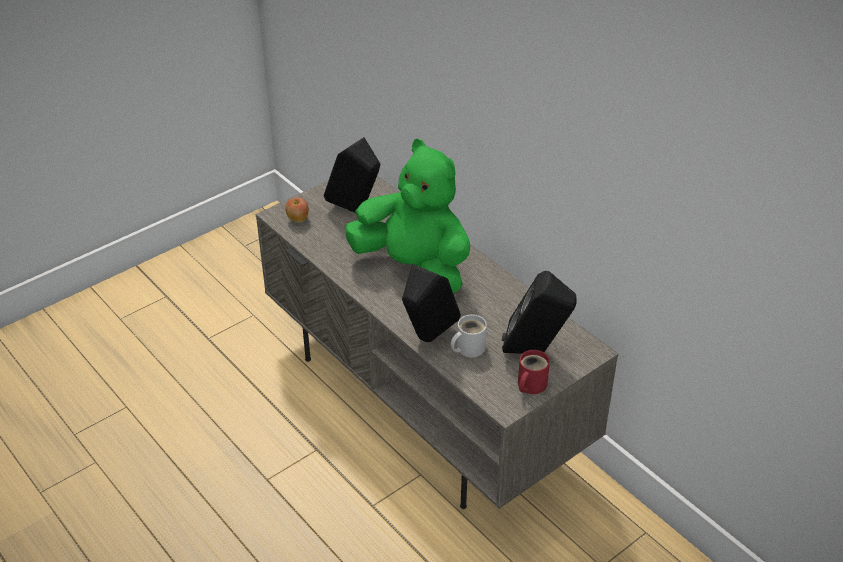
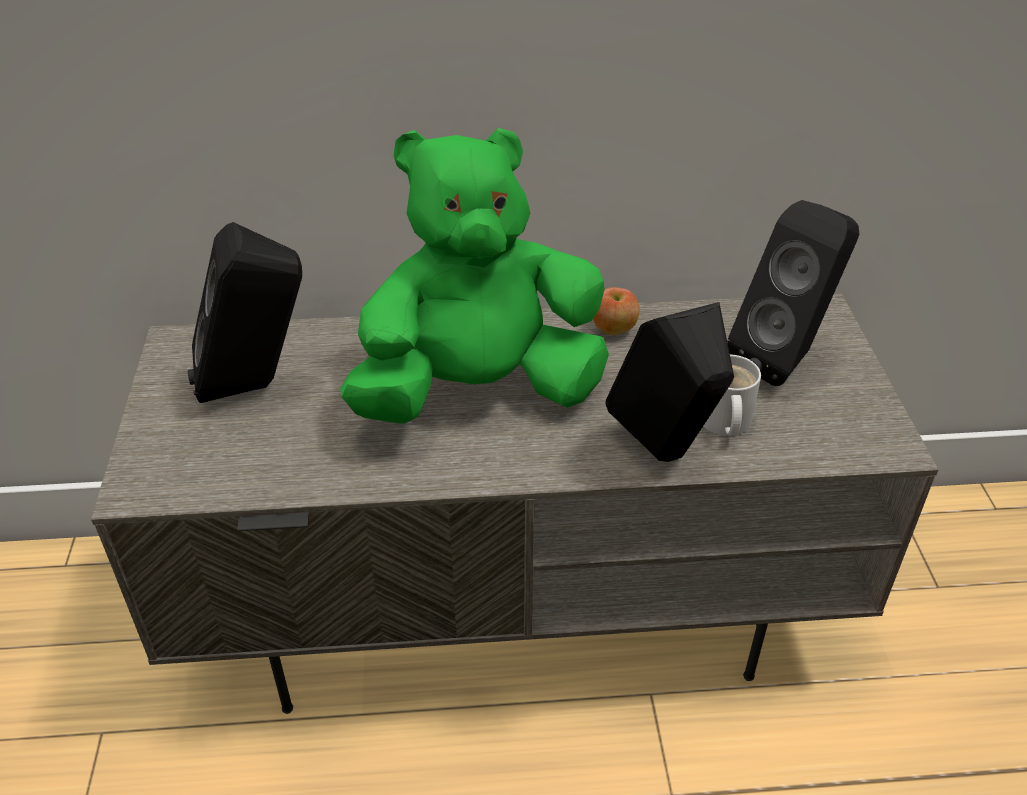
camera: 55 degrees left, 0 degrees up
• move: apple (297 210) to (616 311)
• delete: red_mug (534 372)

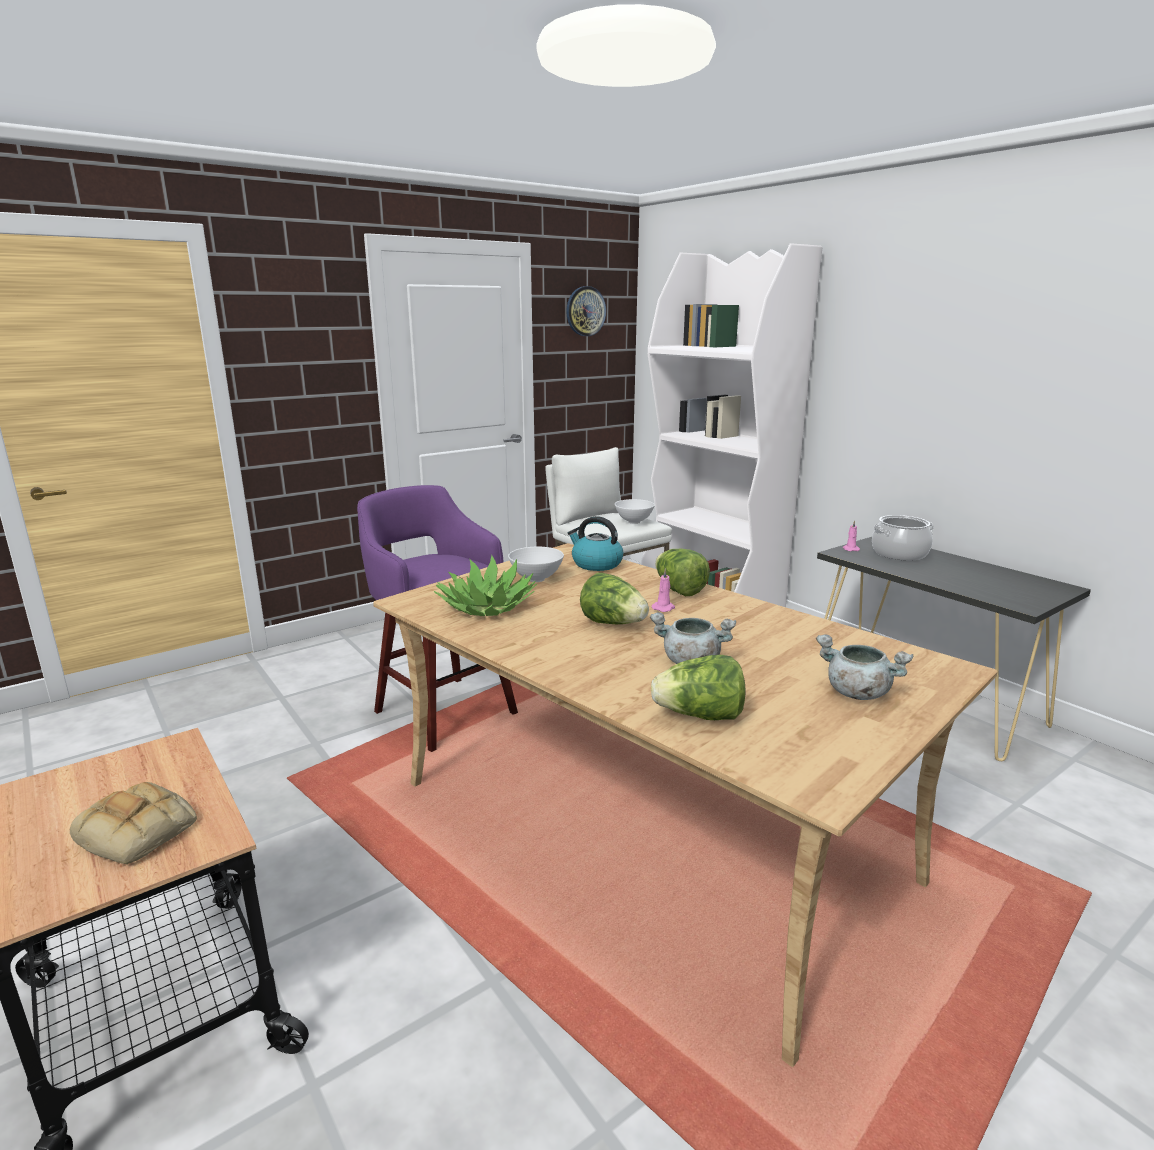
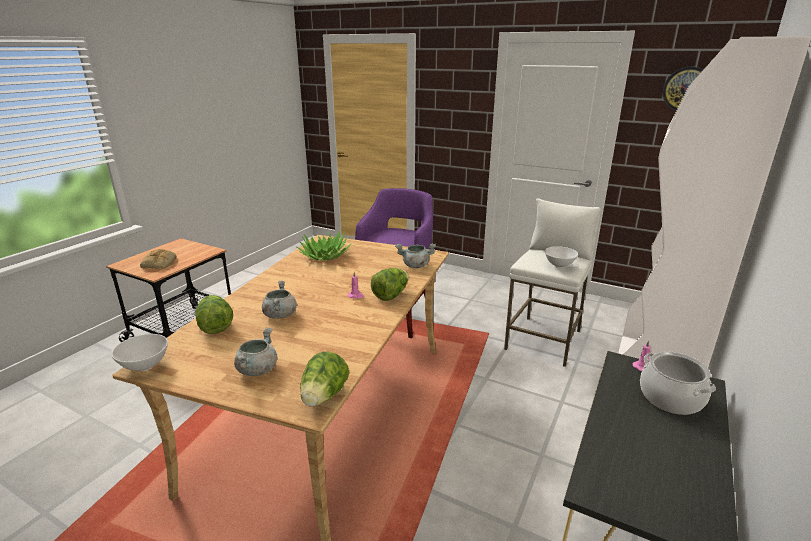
camera: 65 degrees right, 5 degrees up
• replace: kettle (595 543) to grey_cooking_pot (415 256)
• move: white_bowl (536 564) to (139 352)
• move: lettuce (614 598) to (324 379)

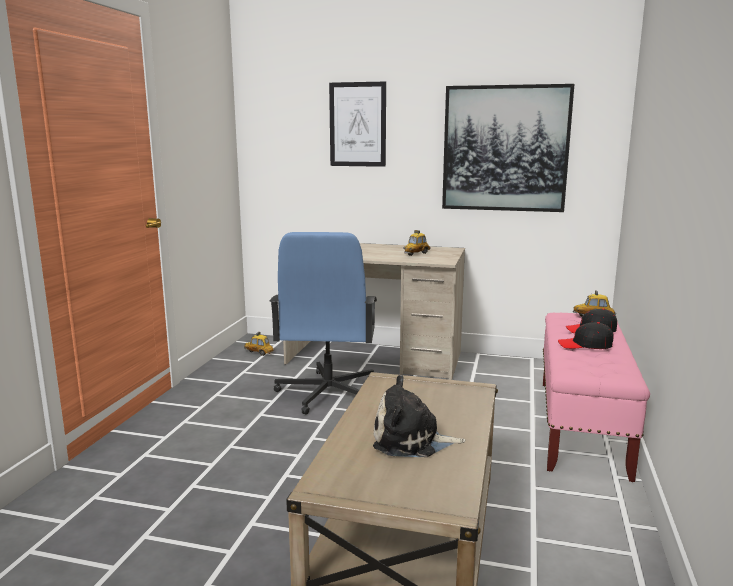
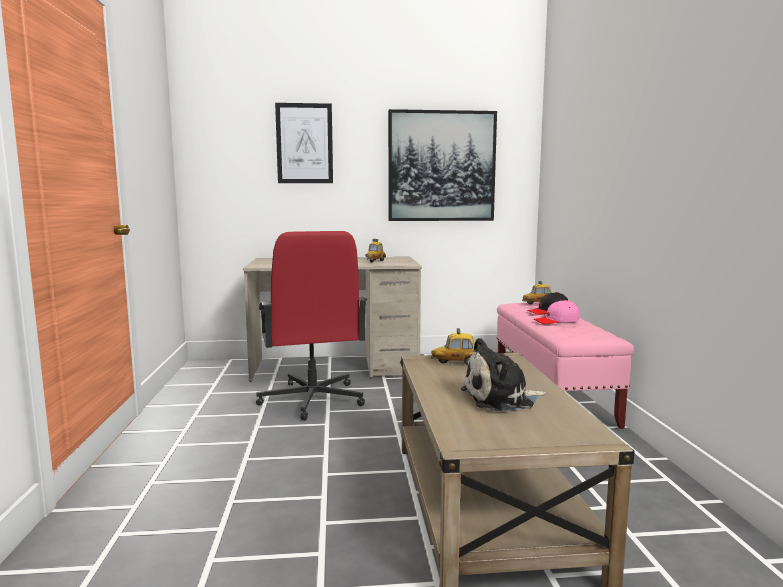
camera: 20 degrees left, 5 degrees down
• recolor: blue_office_chair (323 323) to red_office_chair (311 325)
• recolor: black_cap (586 335) to pink_cap (556 312)
• move: toy_car (259 344) to (453 346)

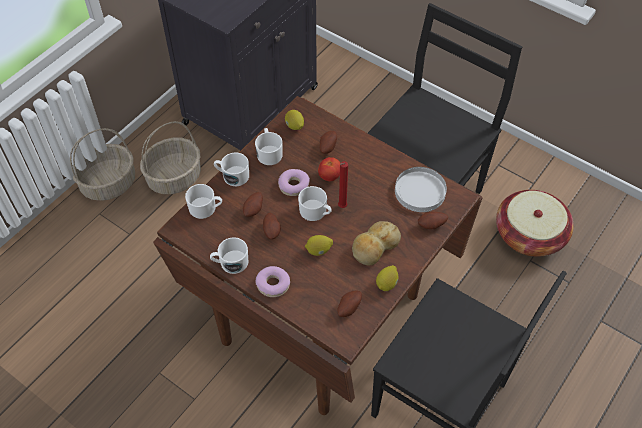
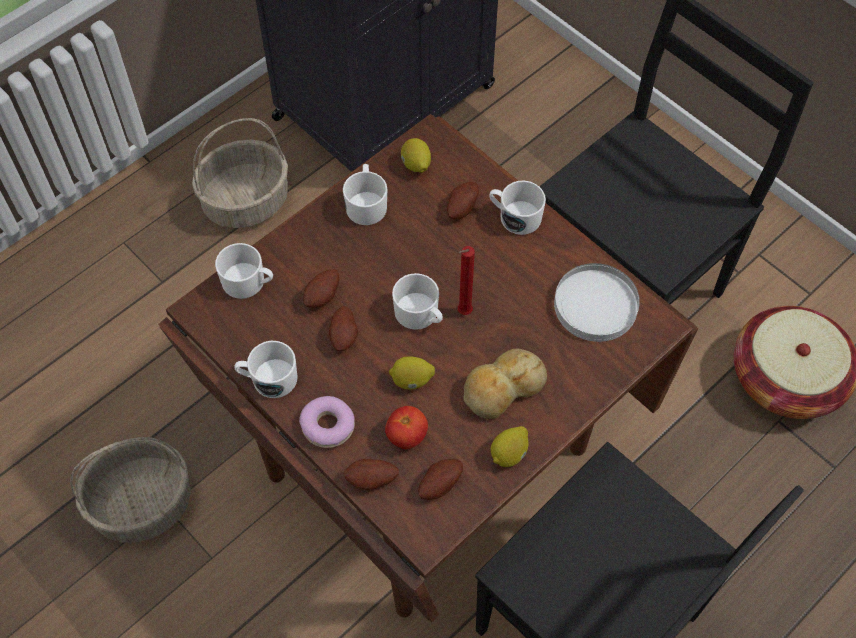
camera: 10 degrees right, 5 degrees up
• move: basket (102 164) to (130 490)
• move: white_mug (231 169) to (517 208)
• move: tomato (329 169) to (406 427)
• delete: donut (294 182)
• move: potato (433 220) to (371 474)

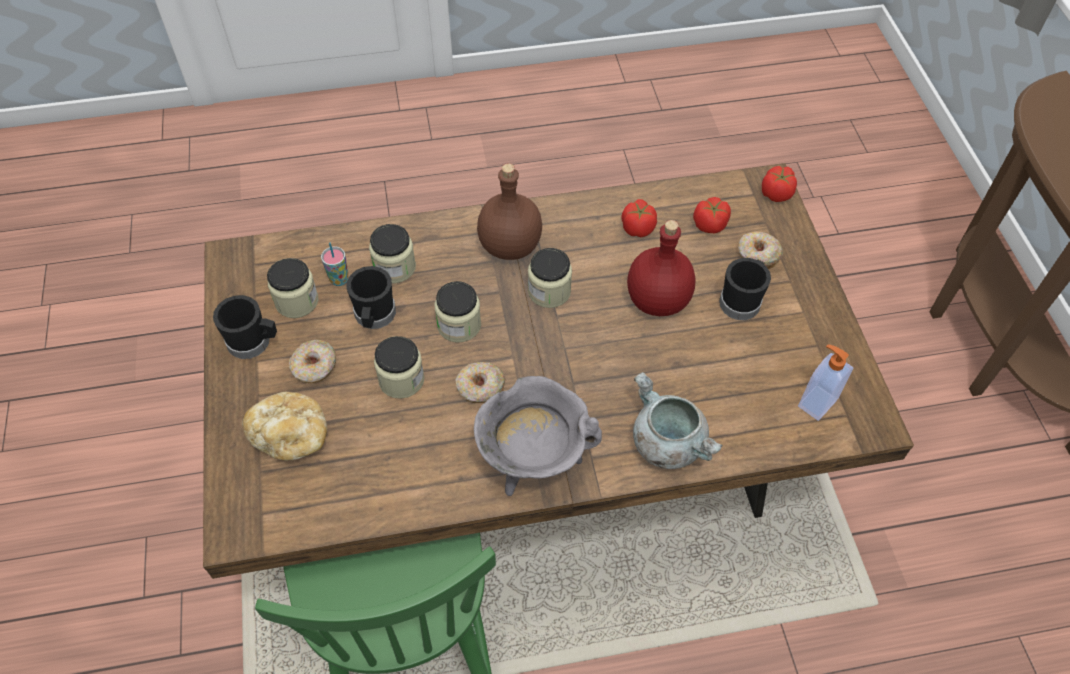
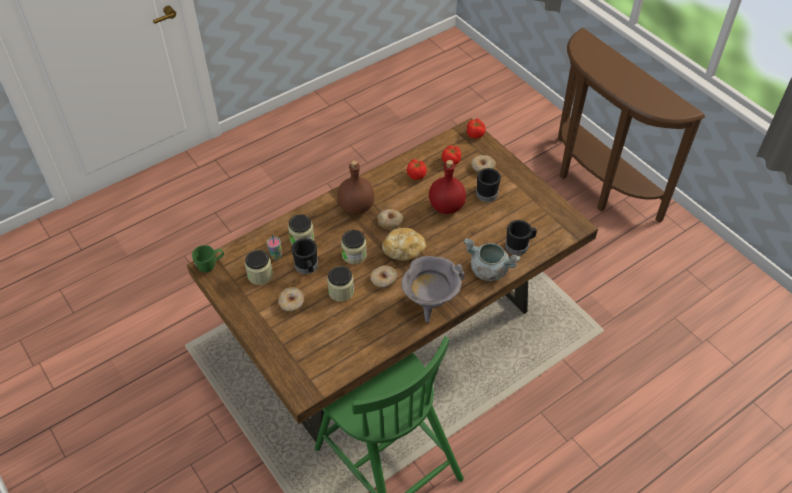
camera: 25 degrees left, 5 degrees down
• replace: jar (550 278) to donut (390 219)
• move: black_mug (245 327) to (521 237)
• delete: soap_dispenser (825 382)
• move: bread (284 426) to (404 244)
• insert: green_mug (208 259)

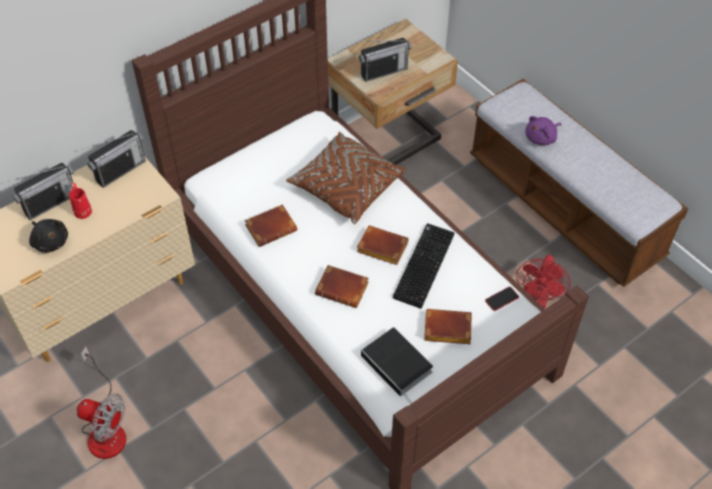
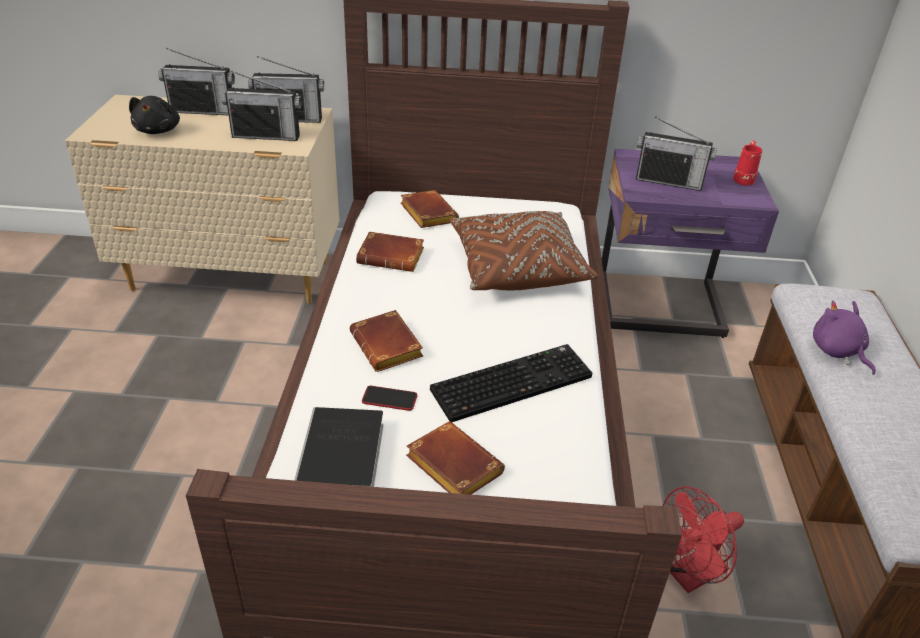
camera: 40 degrees right, 15 degrees down
• recolor: beige_nightstand (393 92) to purple_nightstand (690 243)
• rotate: purple_plush_toy (543 130) = (844 337) 60 degrees clockwise
• move: red_mug (80 201) to (747 163)
• move: brown_book (383 245) to (429 209)
• move: phone (502 299) to (389 398)
• delete: fan (101 402)
• insert: radio (261 105)

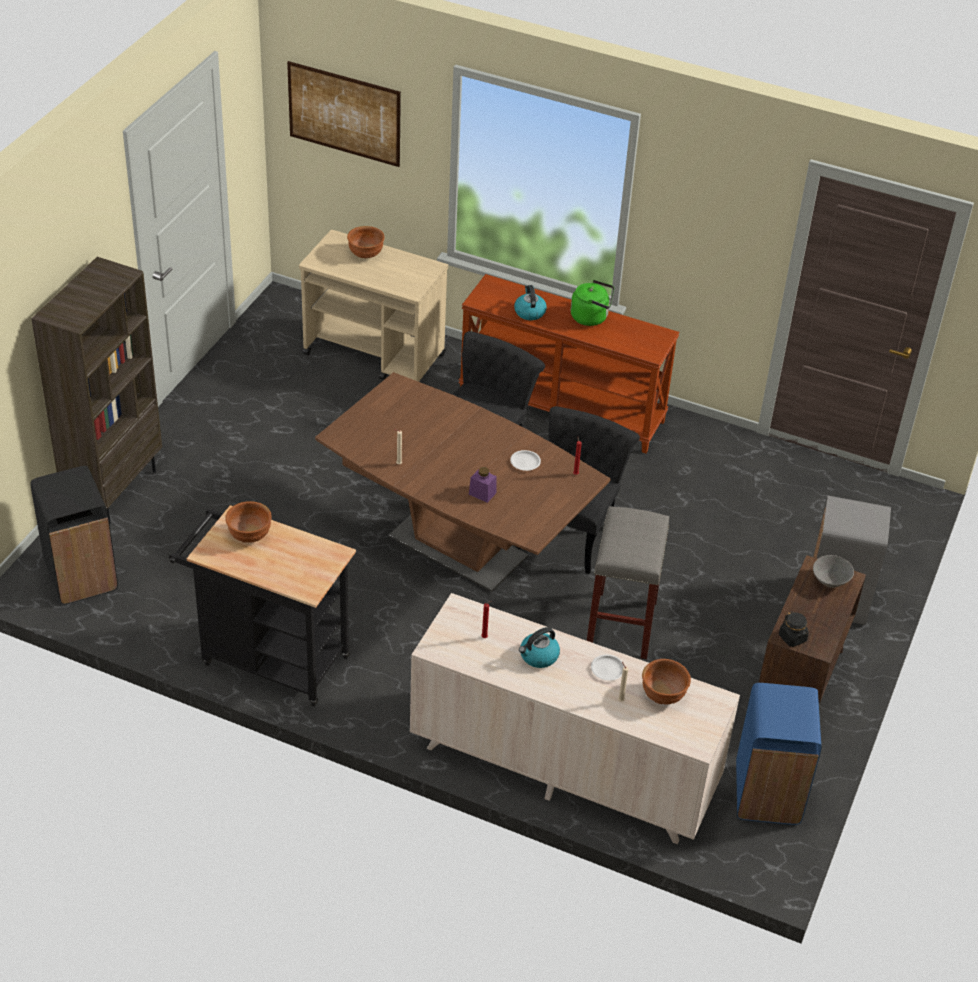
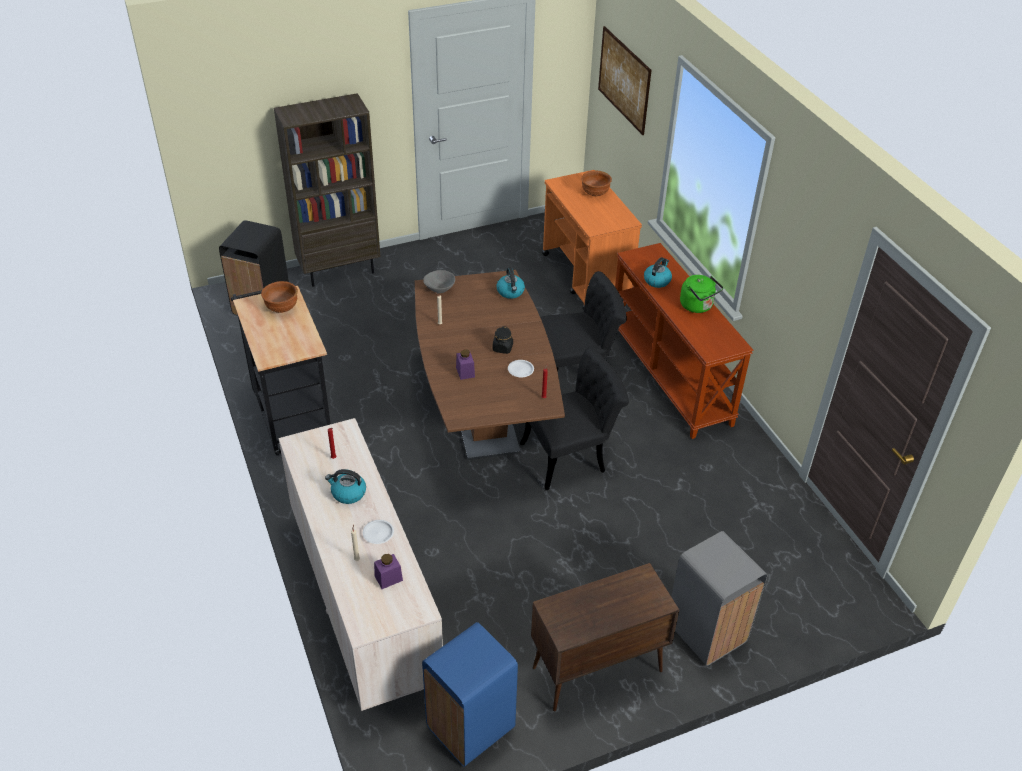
camera: 45 degrees right, 0 degrees up
• recolor: beige_cart (373 306) to orange_cart (592 240)
• delete: grey_stool (628 582)
• move: grey_bowl (833 571) to (439 281)
• move: black_jar (794 629) to (503 340)
• replace: brown_bowl (666 681) to purple_jar (388 571)
• insert: kettle (511 283)

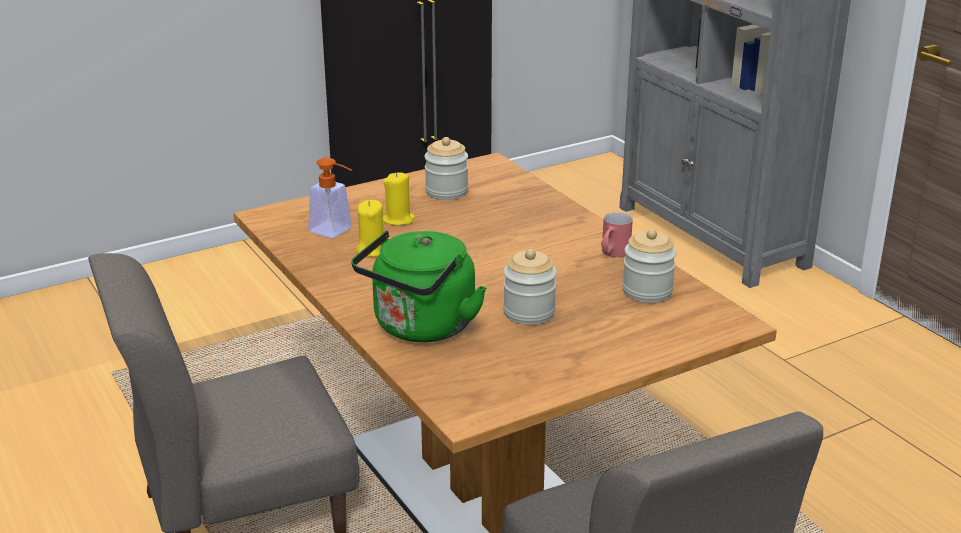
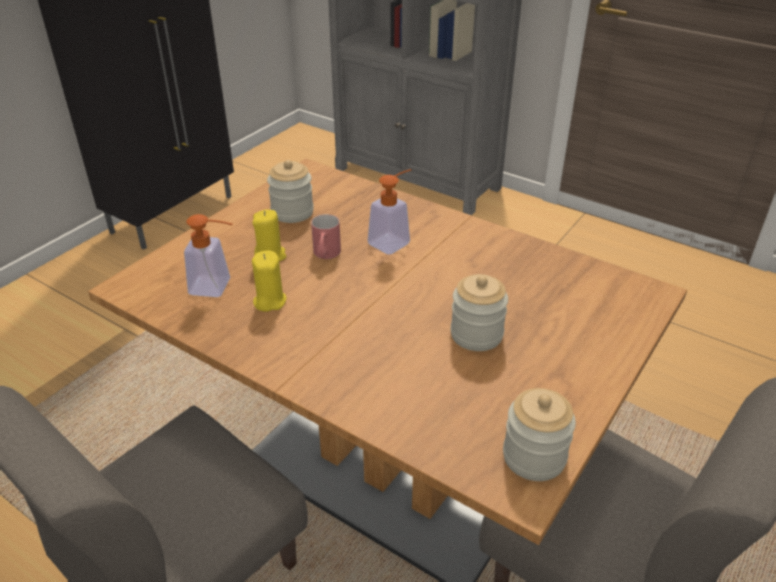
camera: 25 degrees left, 10 degrees up
• move: red_mug (617 235) to (326 236)
• move: jar (649 266) to (539 434)
• delete: green_kettle (418 286)
• insert: soap_dispenser (389 212)

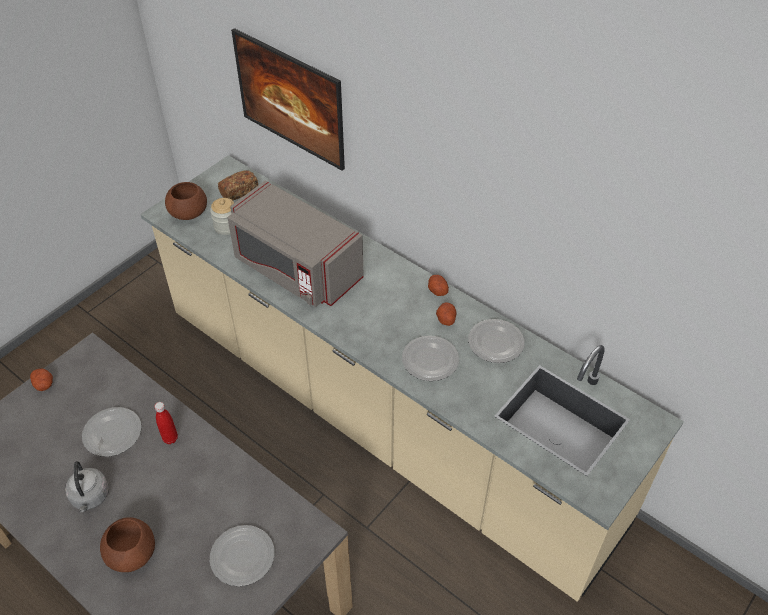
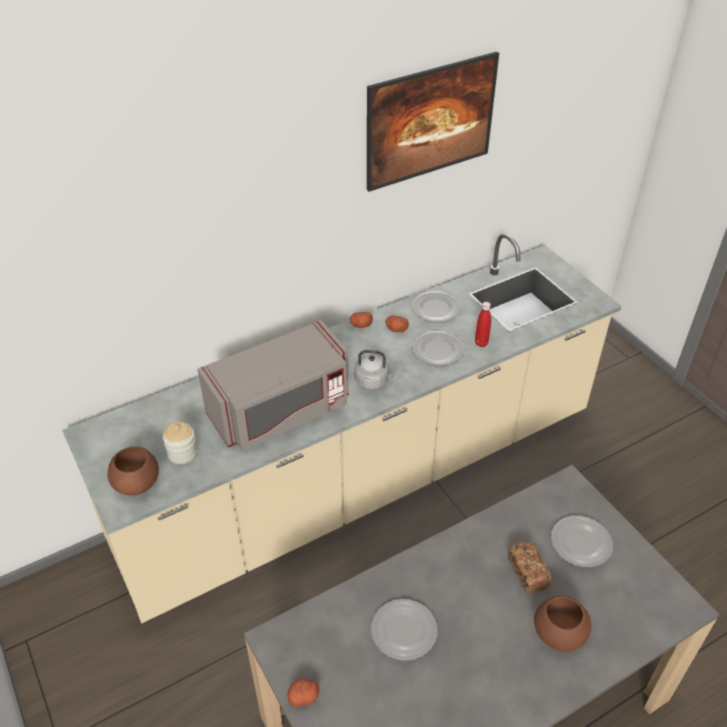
camera: 70 degrees left, 5 degrees down
• move: picture (288 99) to (433 122)
• move: bread (238 185) to (530 567)
• move: red_bottle (166 423) to (483 324)
• move: grey_kettle (87 486) to (376 370)

